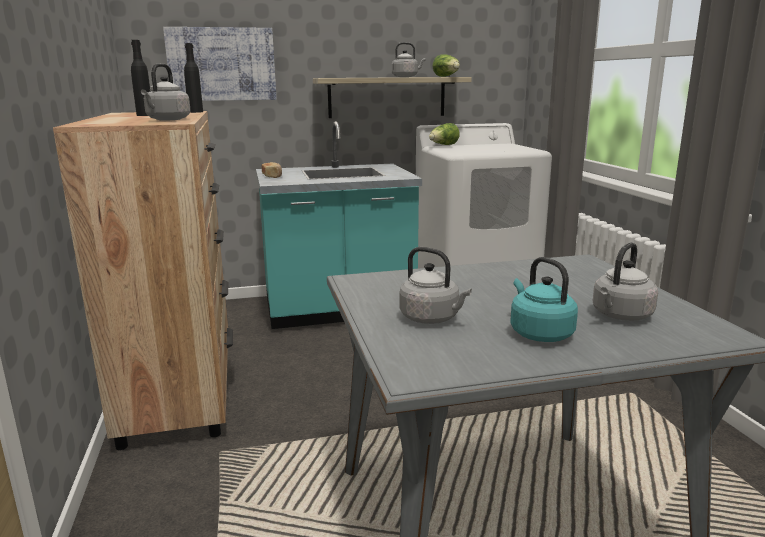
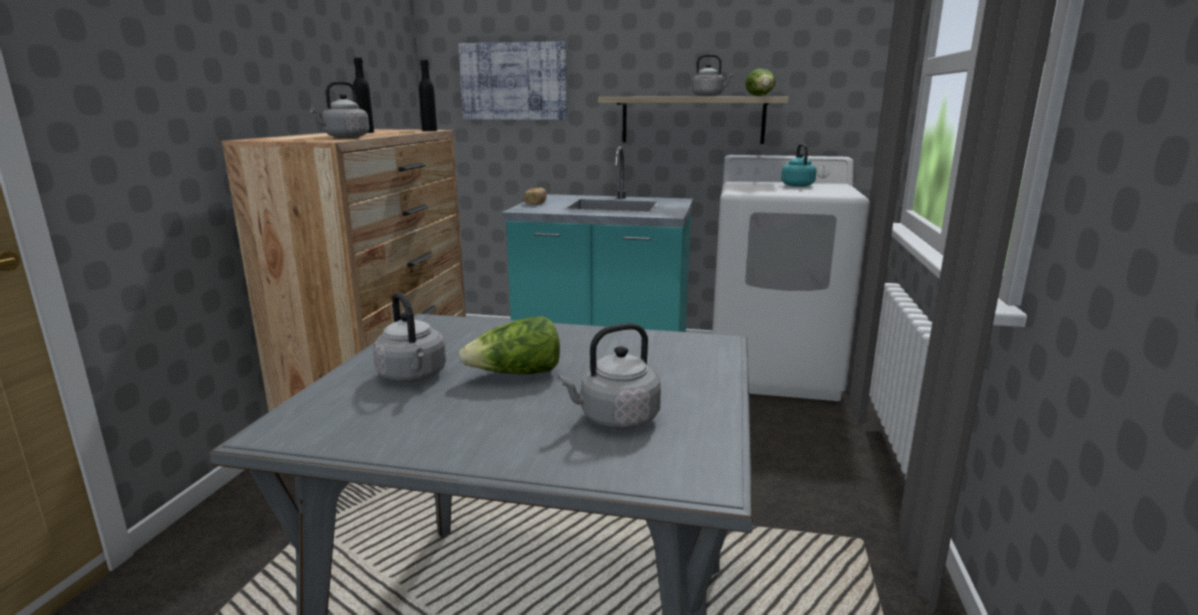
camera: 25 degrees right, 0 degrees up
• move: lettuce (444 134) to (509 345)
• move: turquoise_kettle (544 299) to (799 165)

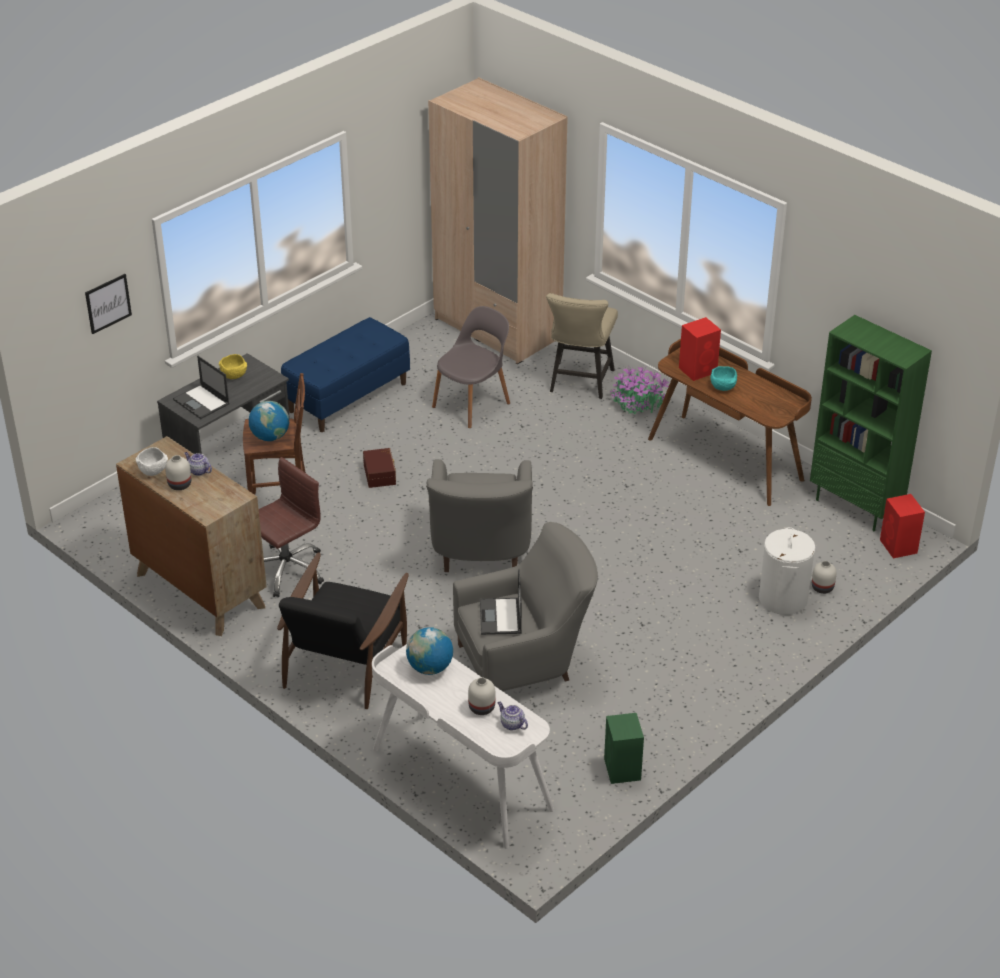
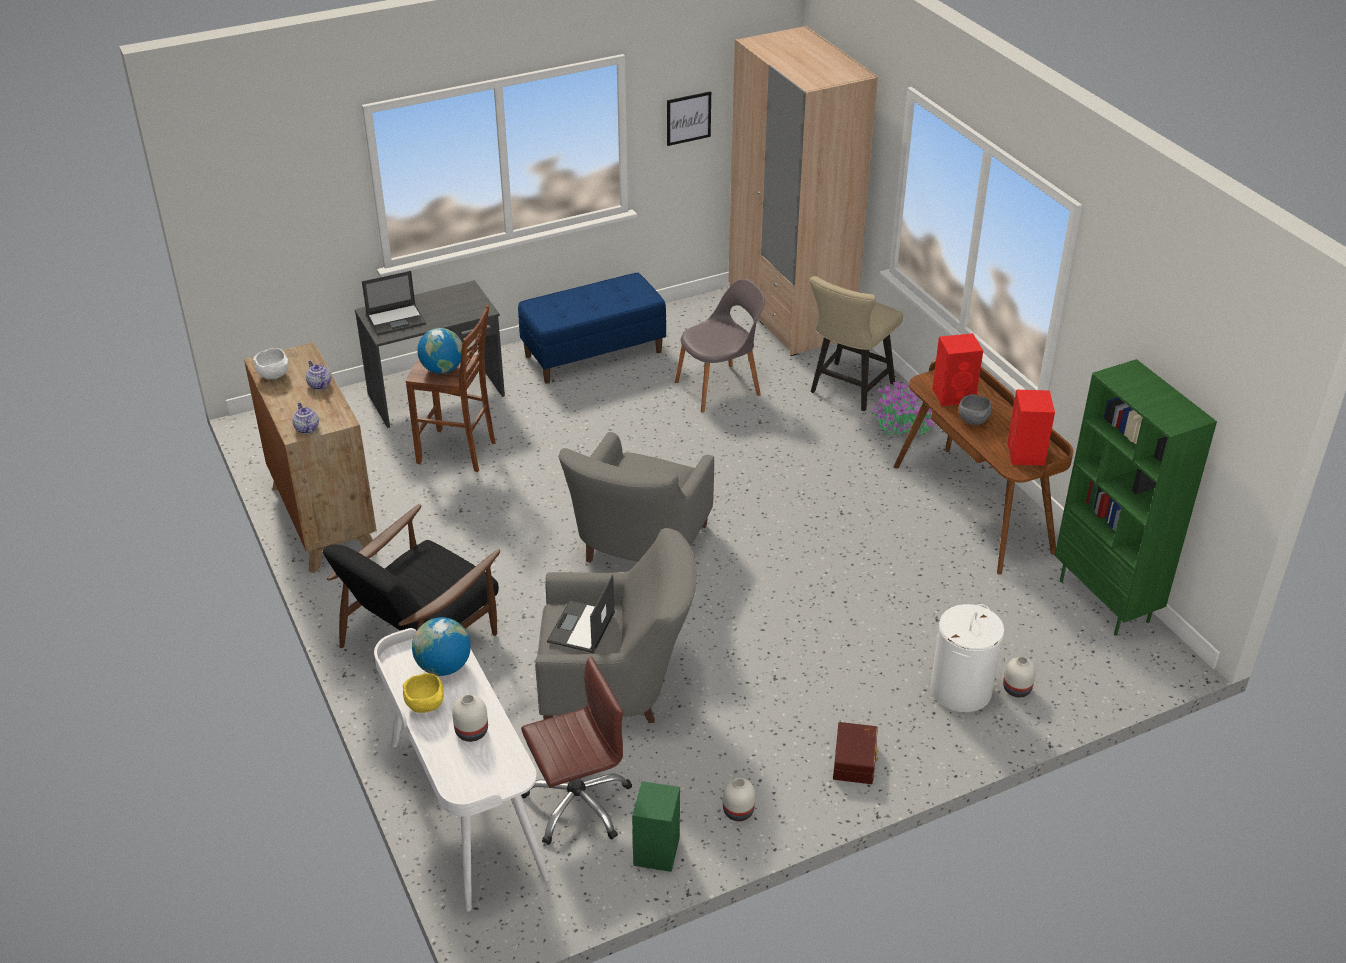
camera: 20 degrees right, 0 degrees up
• move: picture (108 304) to (689 118)
• move: yellow_bowl (233 366) to (423 693)
• rotate: laptop (201 387) = (394 303) 90 degrees counterclockwise
• recolor: turquoise_bowl (724 378) to grey_bowl (975 409)
• move: brown_storage_box (379 468) to (855 753)
• move: white_vase (178 472) to (739 799)
• move: brown_office_chair (291 527) to (576 751)
• move: red_speaker (902 526) to (1031 428)
• move: teapot (513 716) to (305 418)

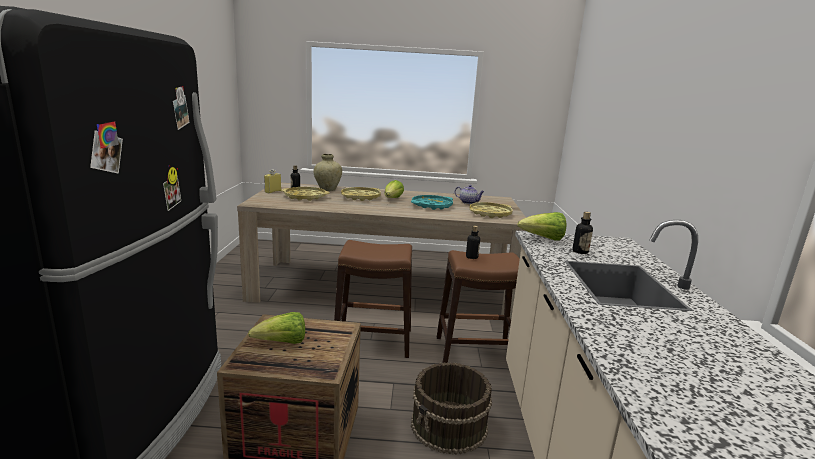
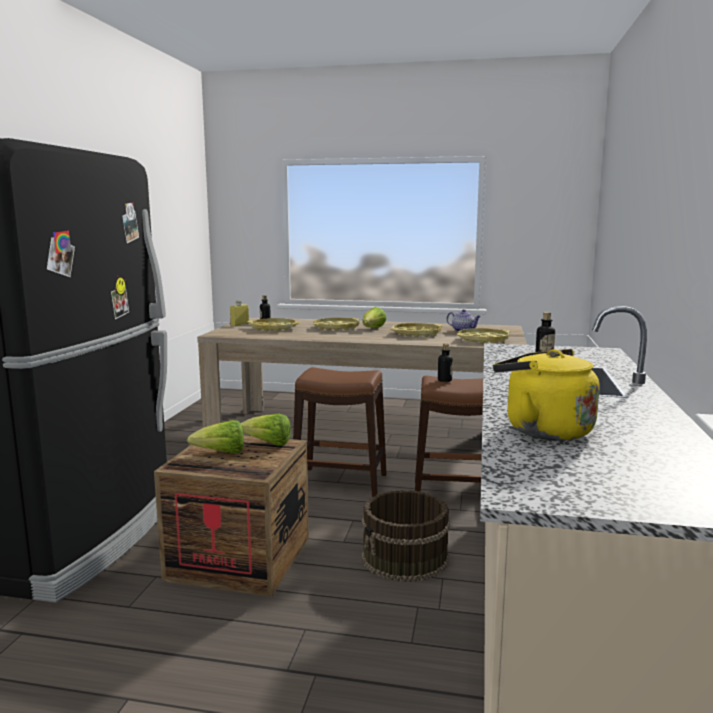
camera: 10 degrees right, 5 degrees down
• delete: beige_vase (328 172)
• recolor: turquoise_tray (432 202) to yellow_tray (416 330)
• move: lettuce (541 226) to (266 430)
• insert: yellow_kettle (546 395)

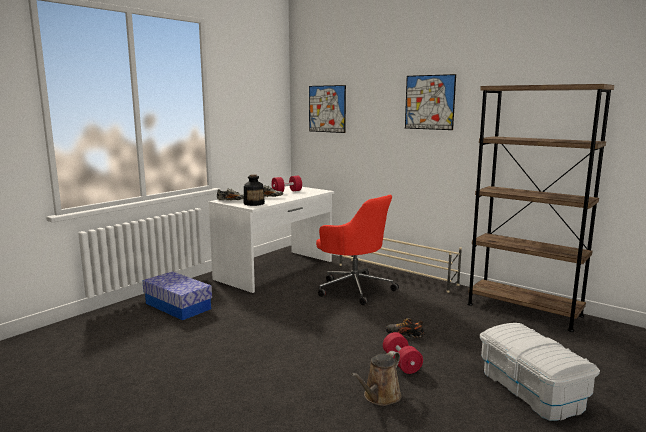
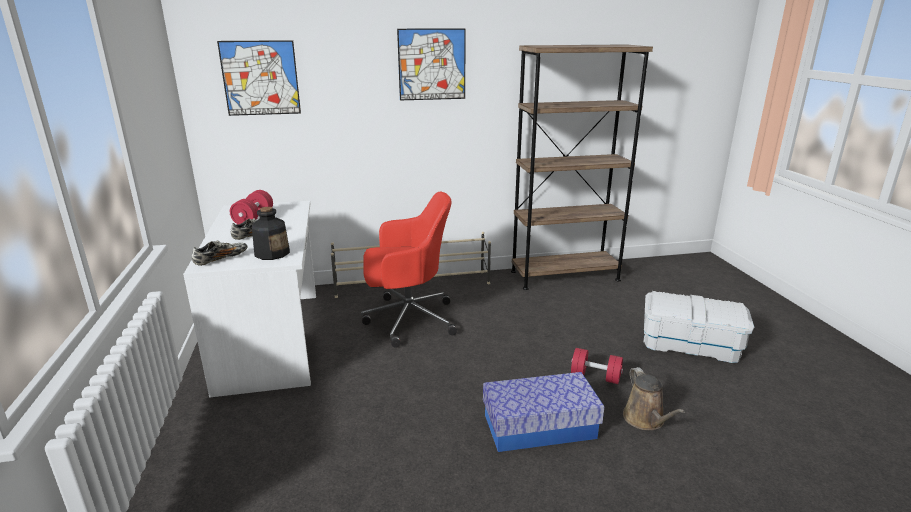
camera: 50 degrees left, 10 degrees up
• move: storage_box (177 295) to (543 412)
• delete: shoe (405 328)

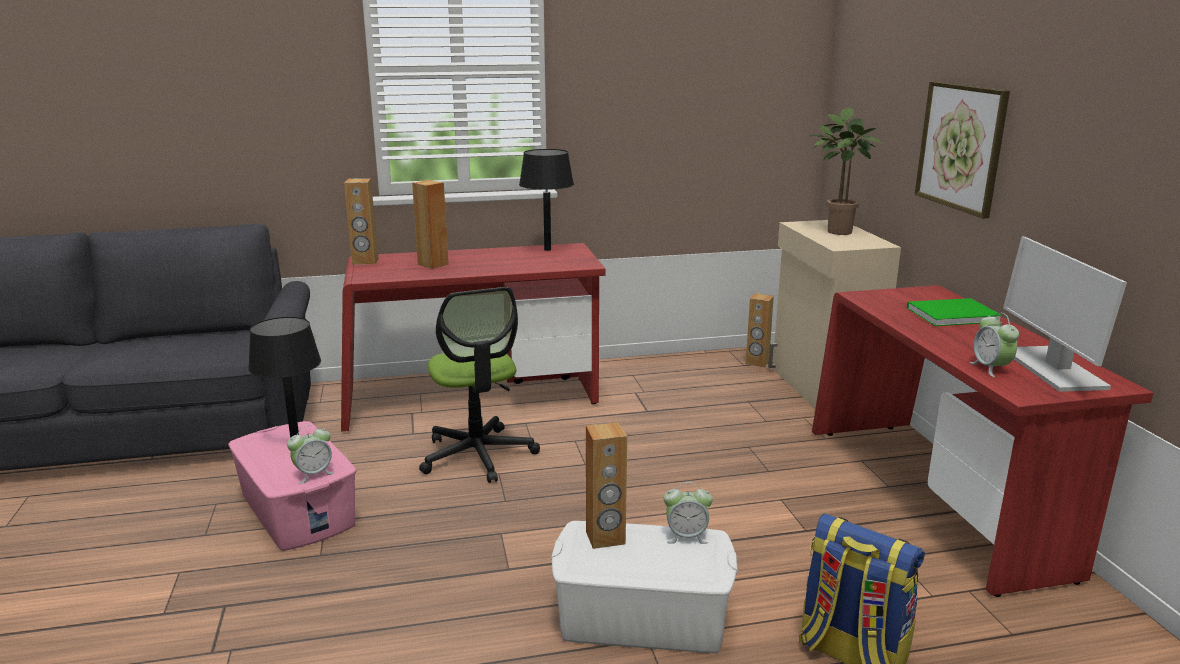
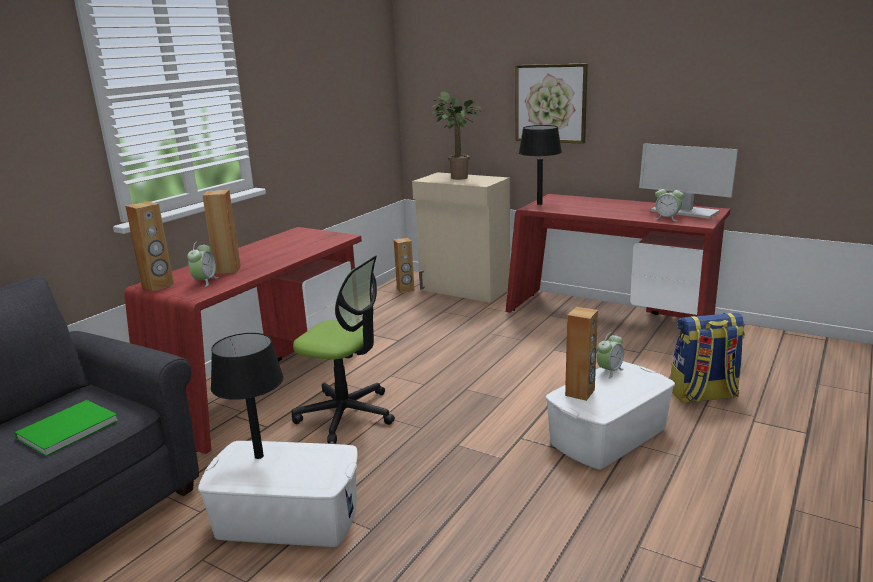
camera: 45 degrees left, 0 degrees up
• move: black_table_lamp (546 200) to (540 165)
• move: green_book (954 312) to (66 428)
• recolor: pink_storage_box (292 486) to white_storage_box (278 494)
• move: alarm_clock (310 454) to (203 264)

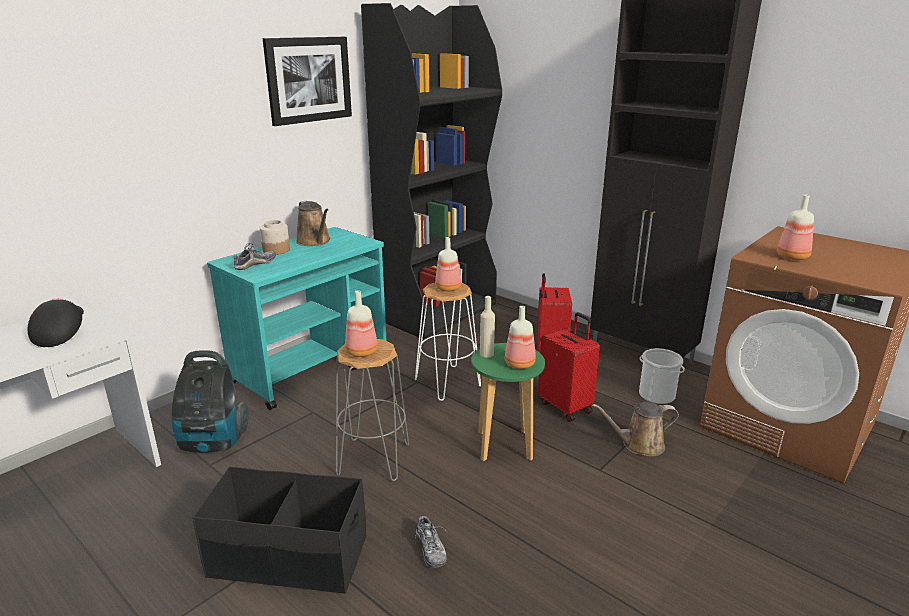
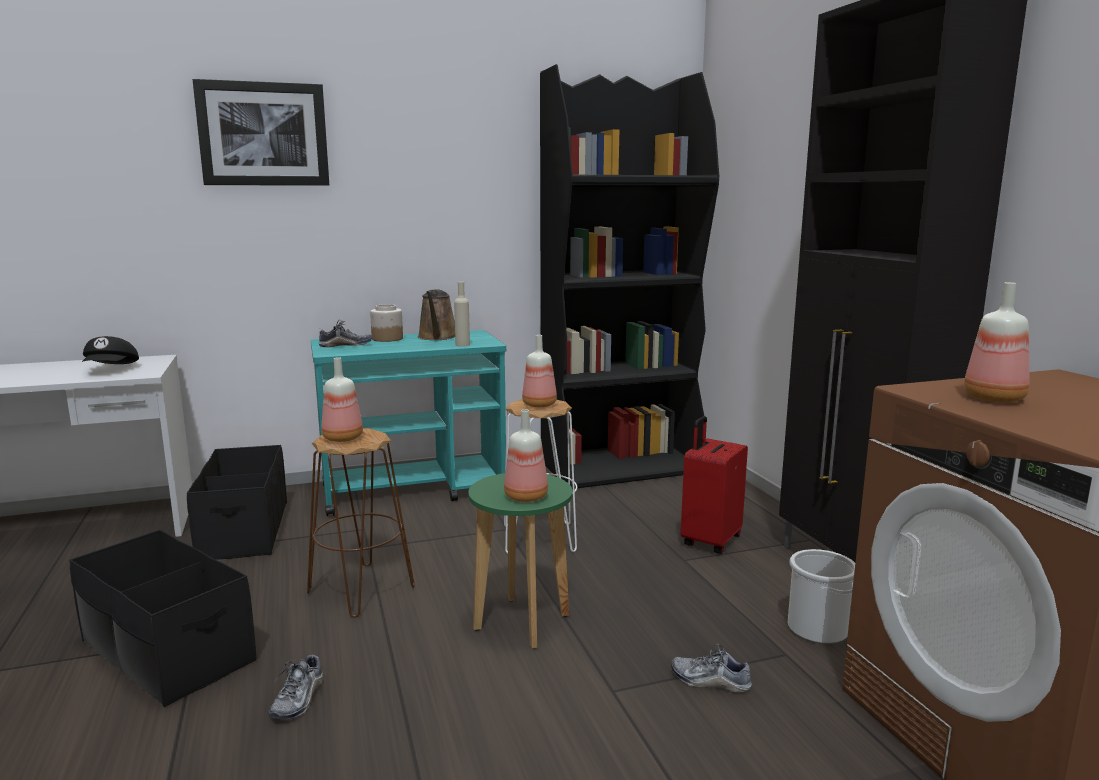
camera: 30 degrees right, 10 degrees down
• move: picture (307 81) to (260 132)
• move: beige_bottle (487 326) to (462 314)
• rotate: black_cap (56 322) = (110 350) 150 degrees clockwise
• delete: red_suitcase (569 367)
• recolor: grey_stool (372 410) to brown_stool (361 523)
• replace: vacuum_cleaner (210 401) to black_storage_box (237 502)
• replace: brown_watering_can (635 429) to shoe (712 668)

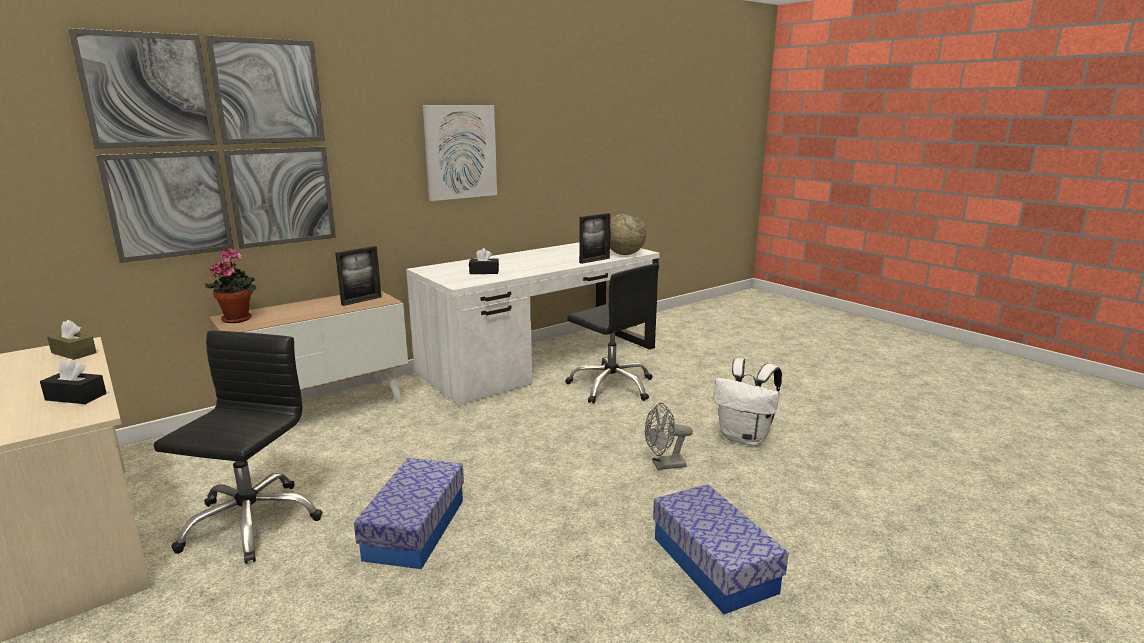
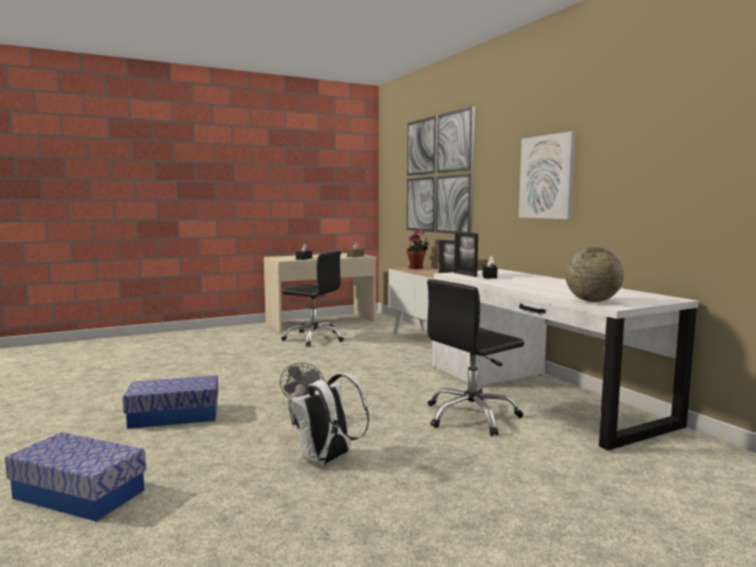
camera: 100 degrees right, 10 degrees down
• move: picture_frame (595 238) to (466 254)
• move: storage_box (409 513) to (75 476)

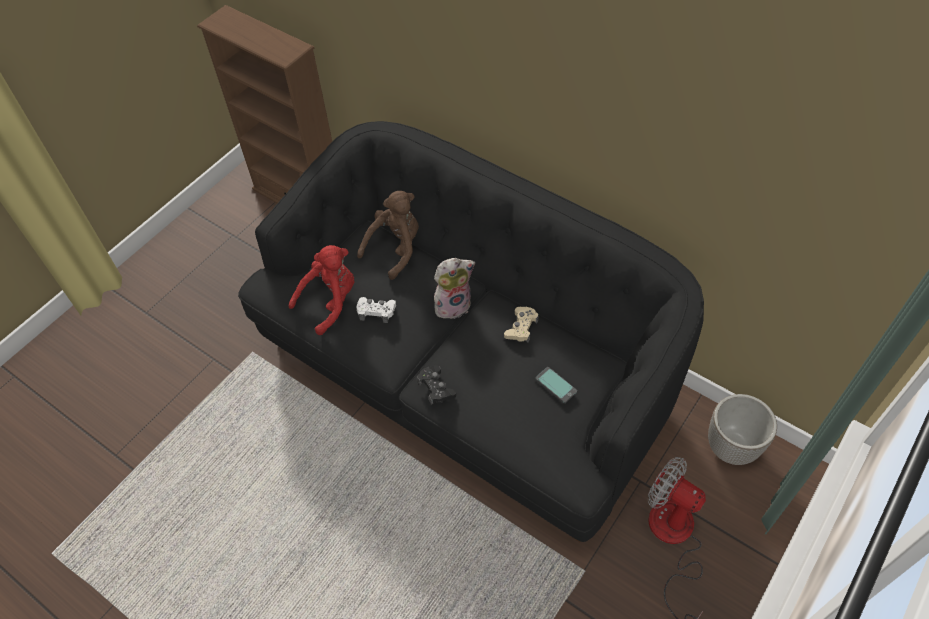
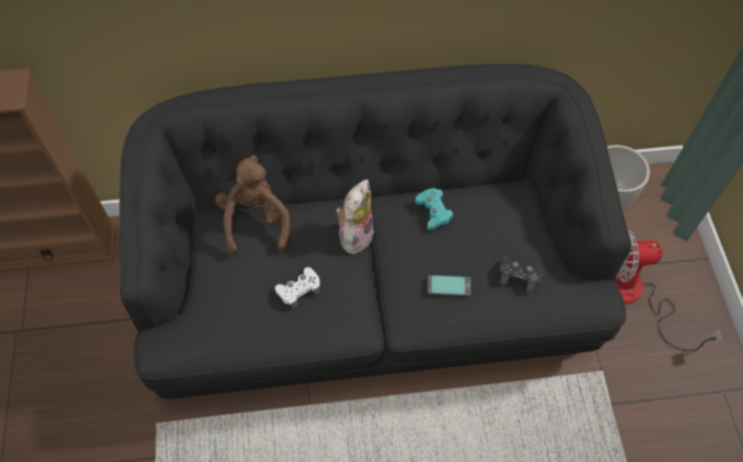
camera: 45 degrees left, 5 degrees up
• delete: red_plush_toy (321 290)
• recolor: beige_game_controller (521 325) to turquoise_game_controller (434 209)
• move: black_game_controller (436 385) to (520 274)
• move: phone (556 385) to (449 286)

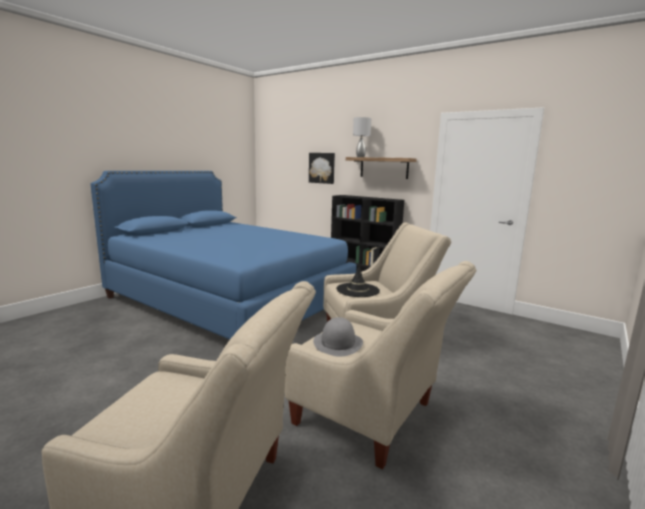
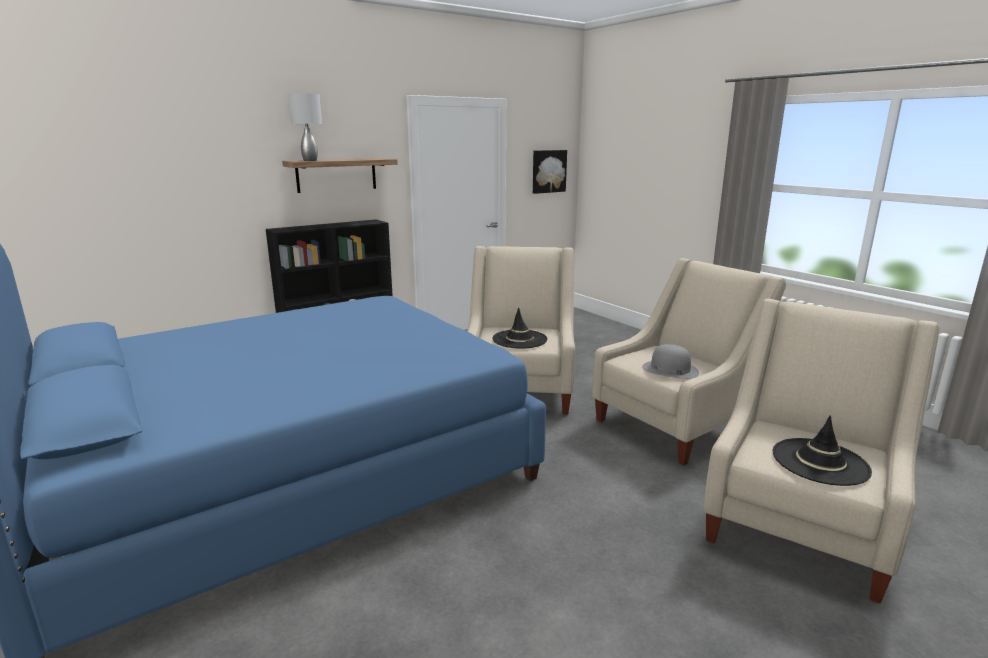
camera: 70 degrees left, 5 degrees up
• move: picture (322 168) to (550 172)
• insert: black_hat (822 450)

